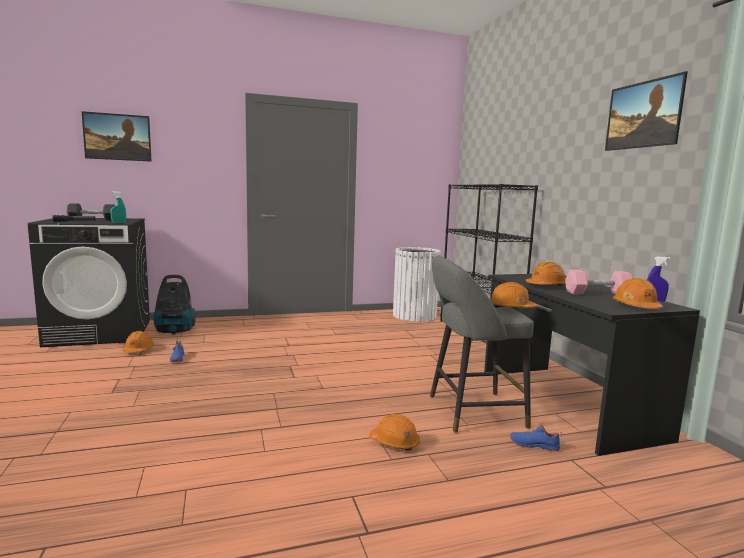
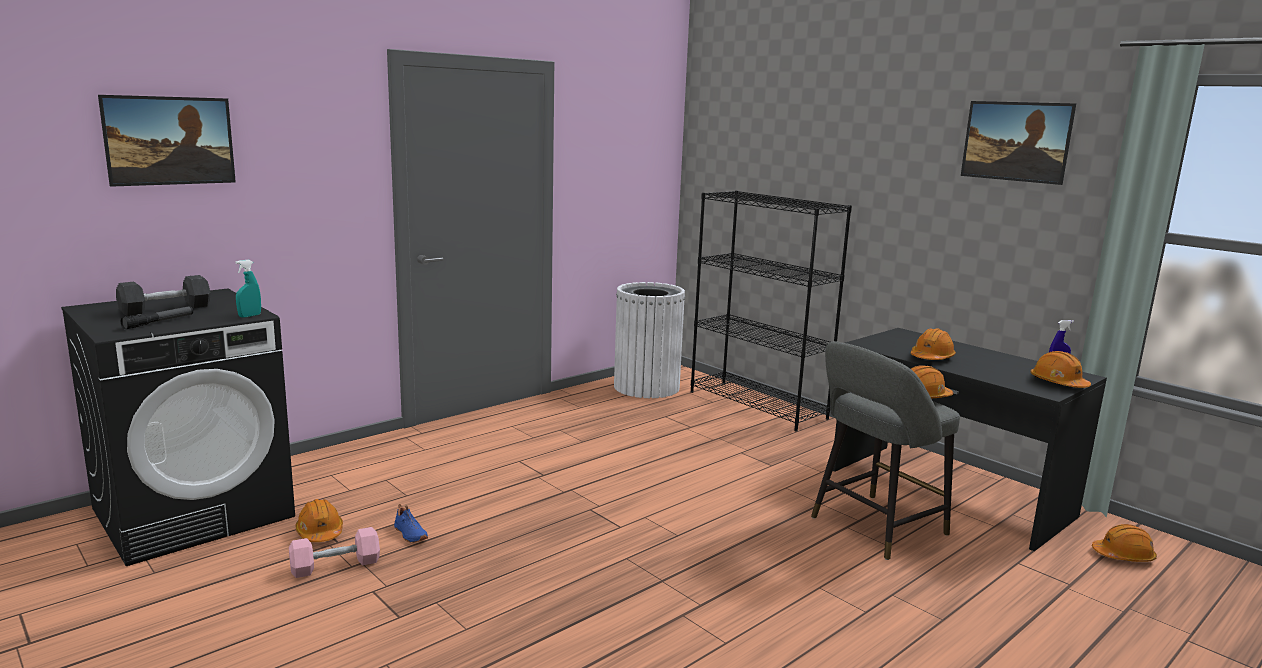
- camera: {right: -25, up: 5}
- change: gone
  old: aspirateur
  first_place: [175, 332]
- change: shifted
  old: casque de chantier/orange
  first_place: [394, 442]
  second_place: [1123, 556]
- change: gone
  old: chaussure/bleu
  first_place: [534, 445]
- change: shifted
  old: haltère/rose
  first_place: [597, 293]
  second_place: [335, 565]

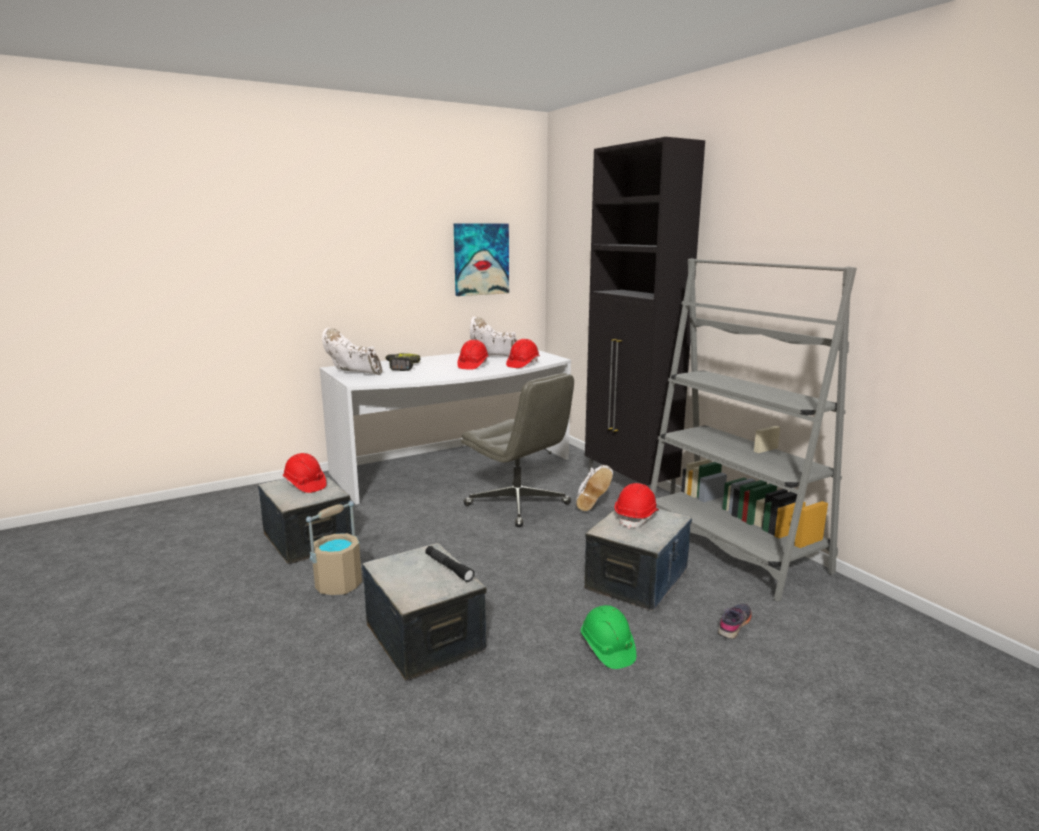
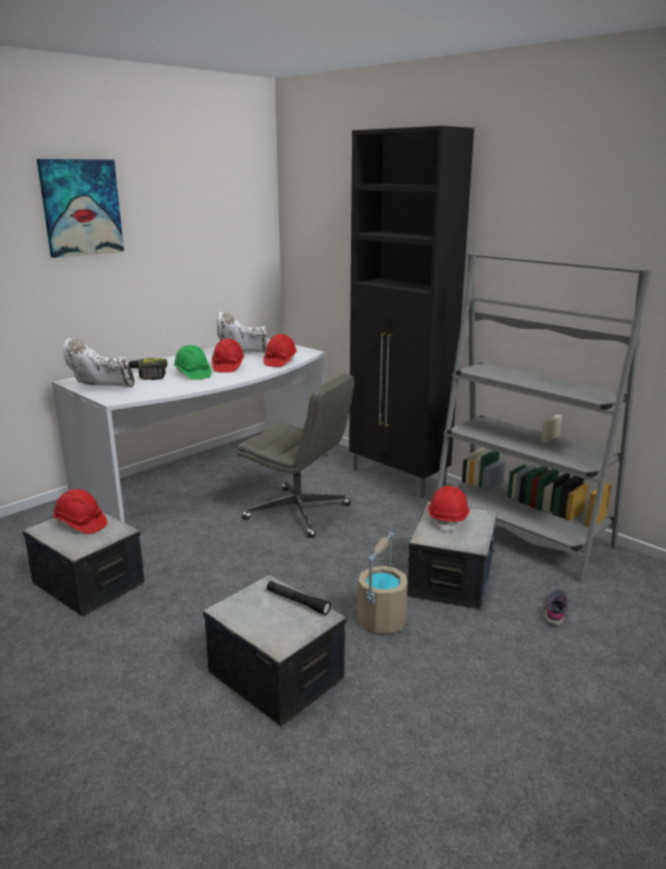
- camera: {right: -15, up: 5}
- change: shifted
  old: seau/beige
  first_place: [339, 584]
  second_place: [381, 620]
- change: shifted
  old: tableau
  first_place: [481, 259]
  second_place: [81, 207]
- change: gone
  old: botte/blanc
  first_place: [590, 505]
- change: shifted
  old: casque de chantier/vert
  first_place: [607, 649]
  second_place: [192, 374]

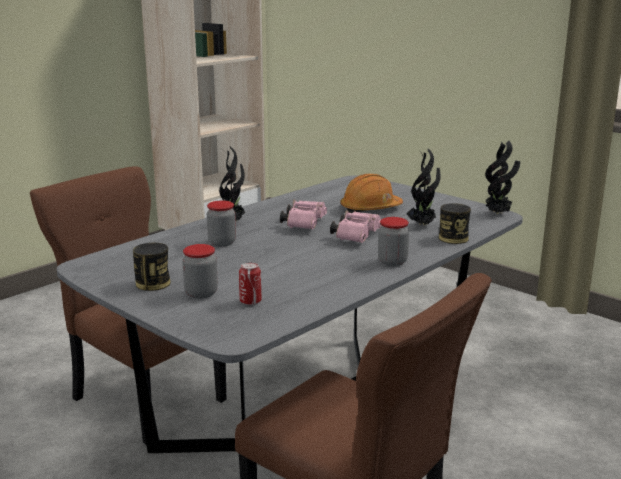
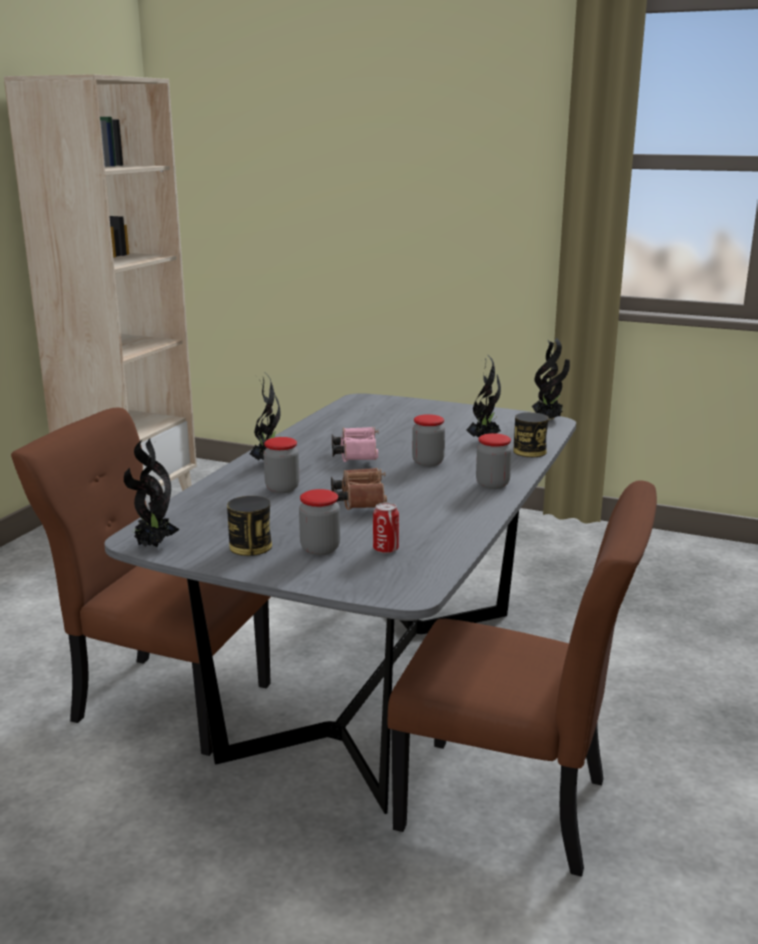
- camera: {right: -20, up: 0}
- change: swapped
  old: jumelles/rose
  new: bocal
  first_place: [357, 236]
  second_place: [428, 462]
- change: gone
  old: casque de chantier/orange
  first_place: [370, 208]
- change: new
  new: plante en pot
  second_place: [153, 545]
- change: new
  new: jumelles/marron
  second_place: [359, 501]

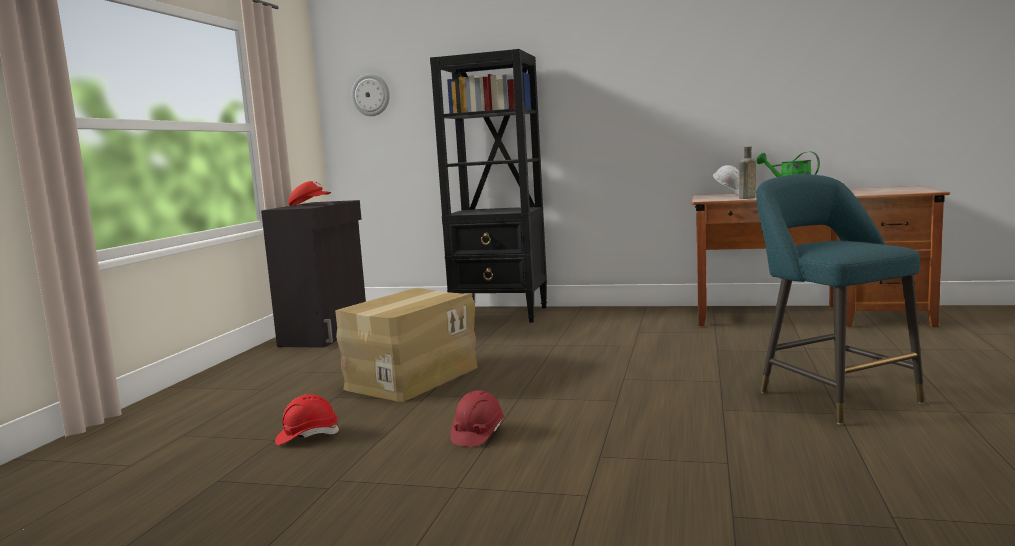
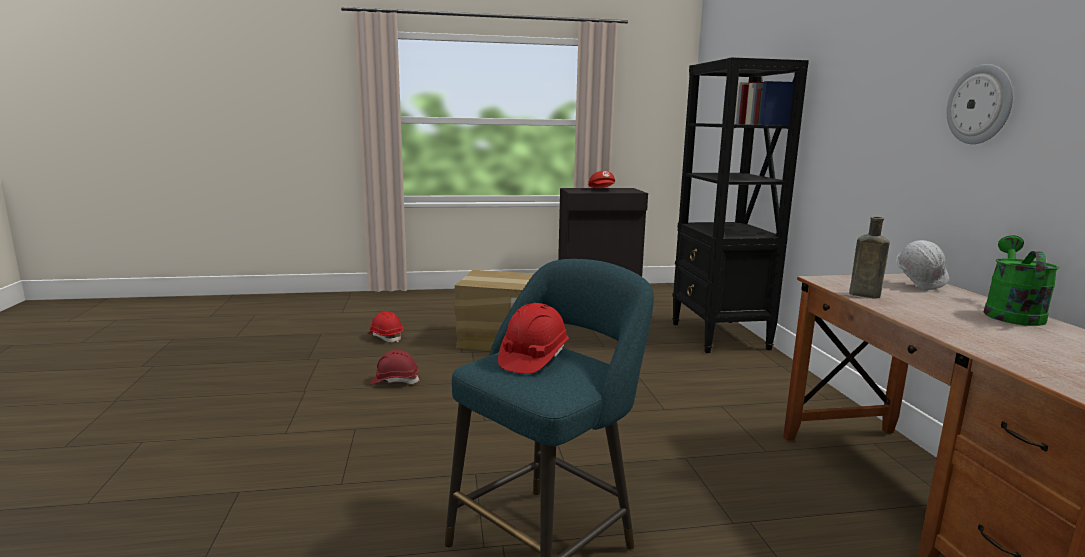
- camera: {right: 65, up: 5}
- change: shifted
  old: horloge murale
  first_place: [371, 95]
  second_place: [980, 104]
- change: new
  new: casque de chantier/rouge
  second_place: [533, 358]

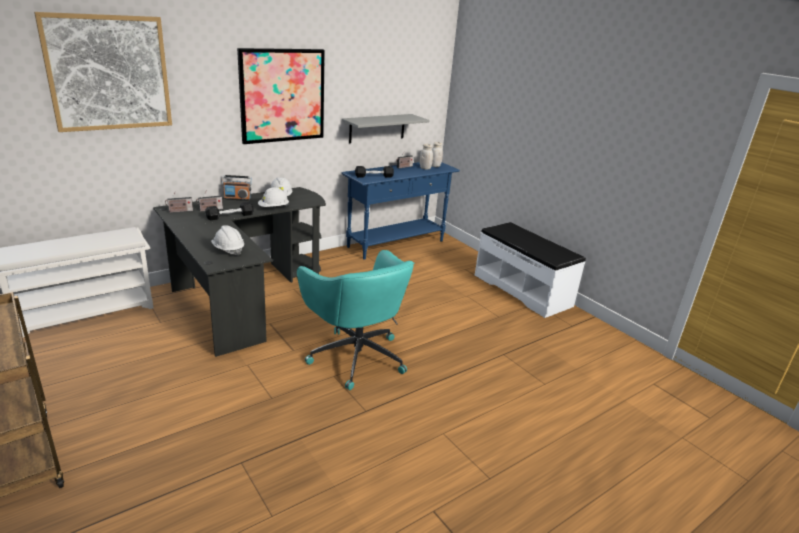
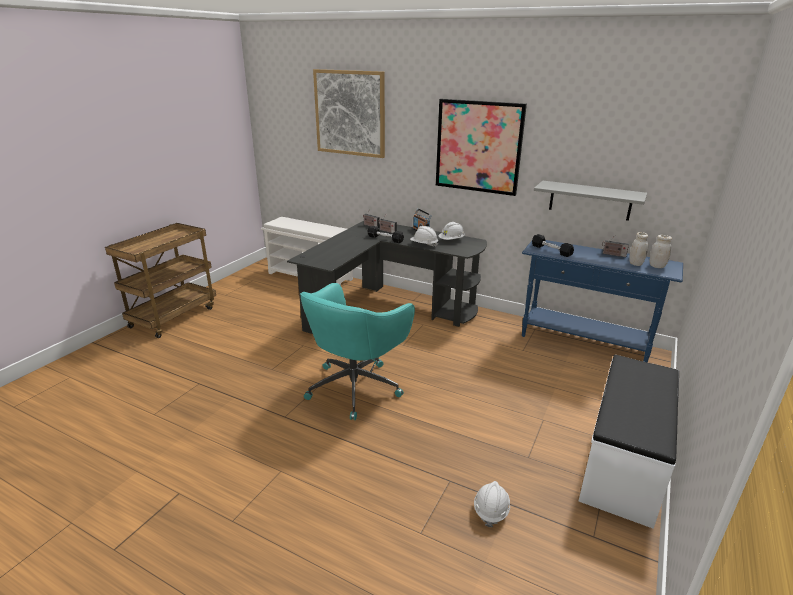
- camera: {right: 65, up: 0}
- change: shifted
  old: casque de chantier/blanc
  first_place: [228, 250]
  second_place: [491, 510]

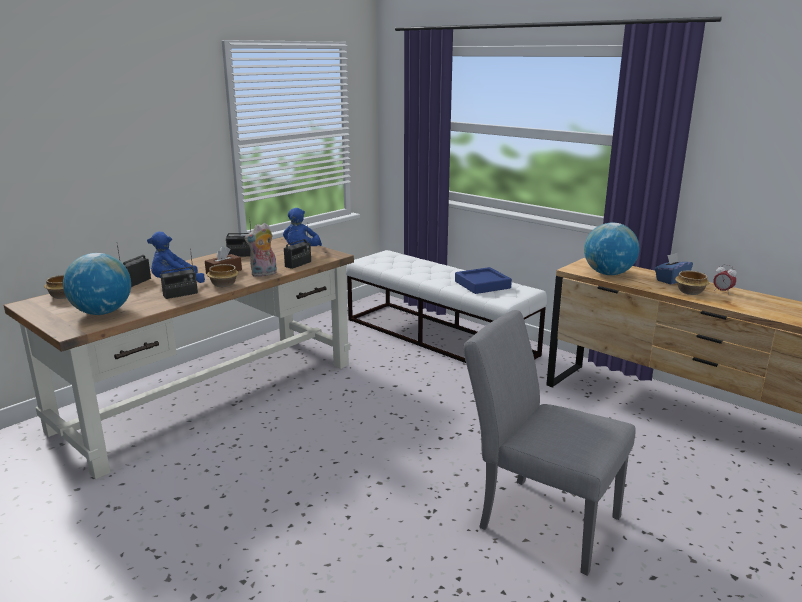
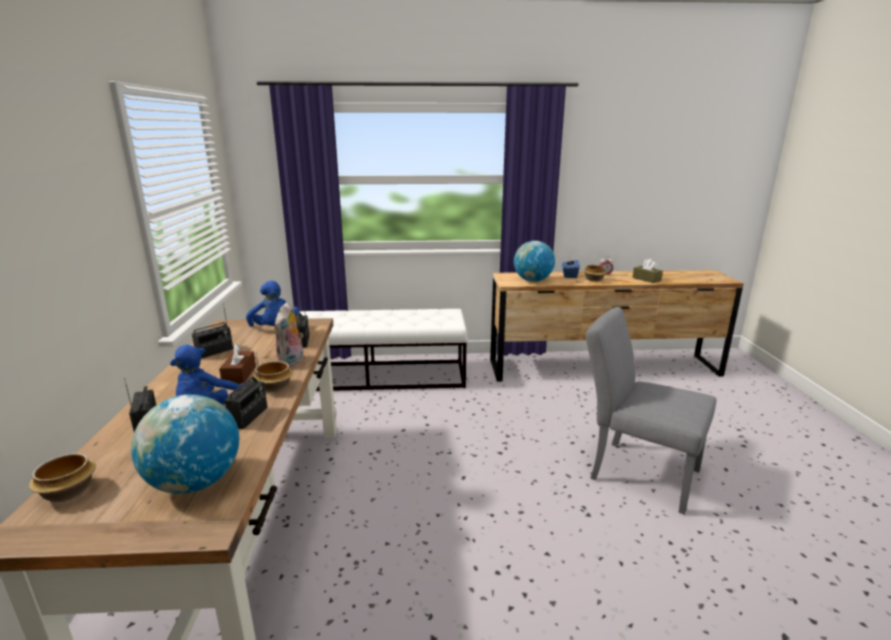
- camera: {right: -45, up: 0}
- change: gone
  old: plateau/bleu
  first_place: [482, 285]
- change: rotated
  old: chaise/gris
  first_place: [539, 518]
  second_place: [635, 471]
  degrees: 45
- change: new
  new: boîte à mouchoirs/marron
  second_place: [646, 279]

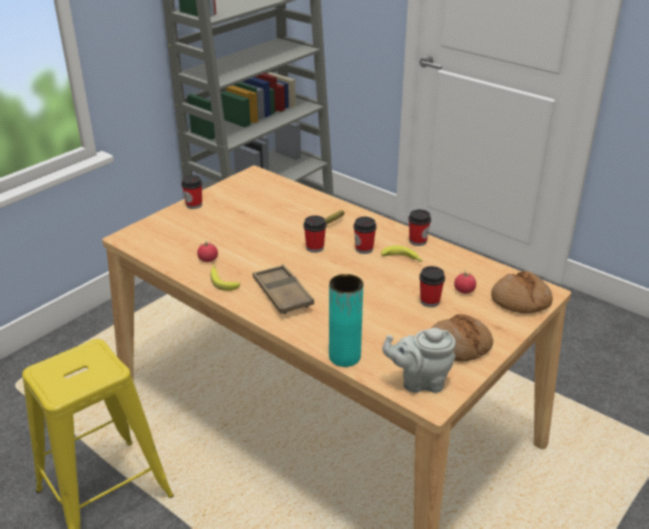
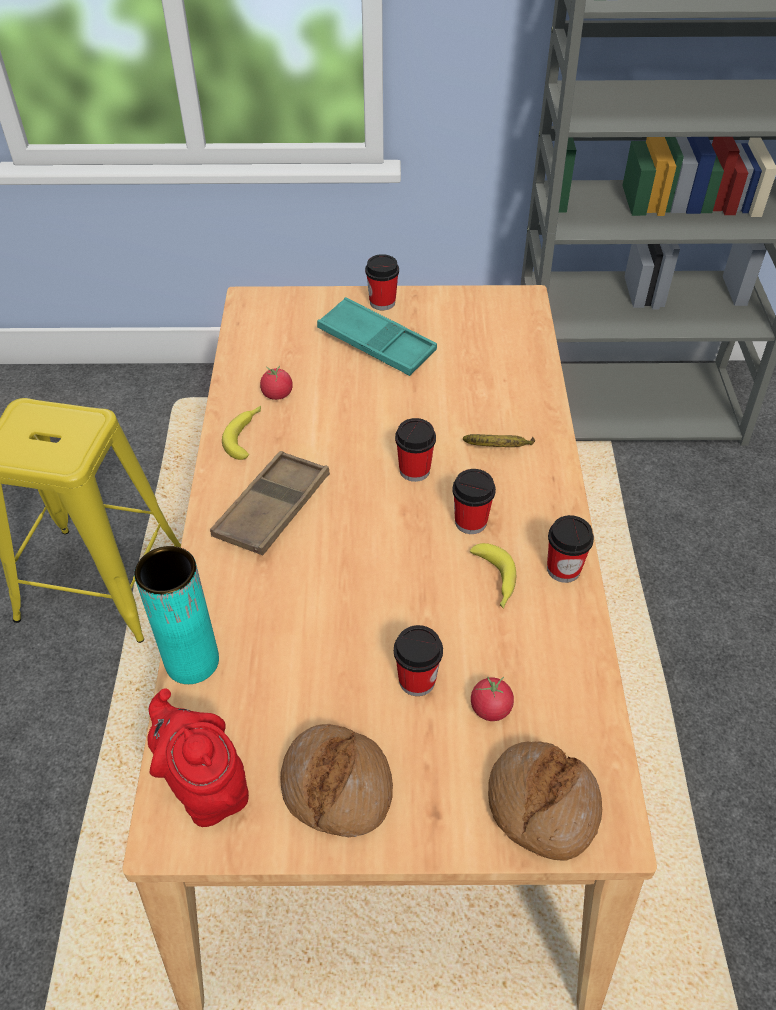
- camera: {right: 50, up: 15}
- change: repainted
  old: théière/gris
  new: théière/rouge
  first_place: [420, 381]
  second_place: [206, 786]
- change: new
  new: plateau/turquoise
  second_place: [376, 343]

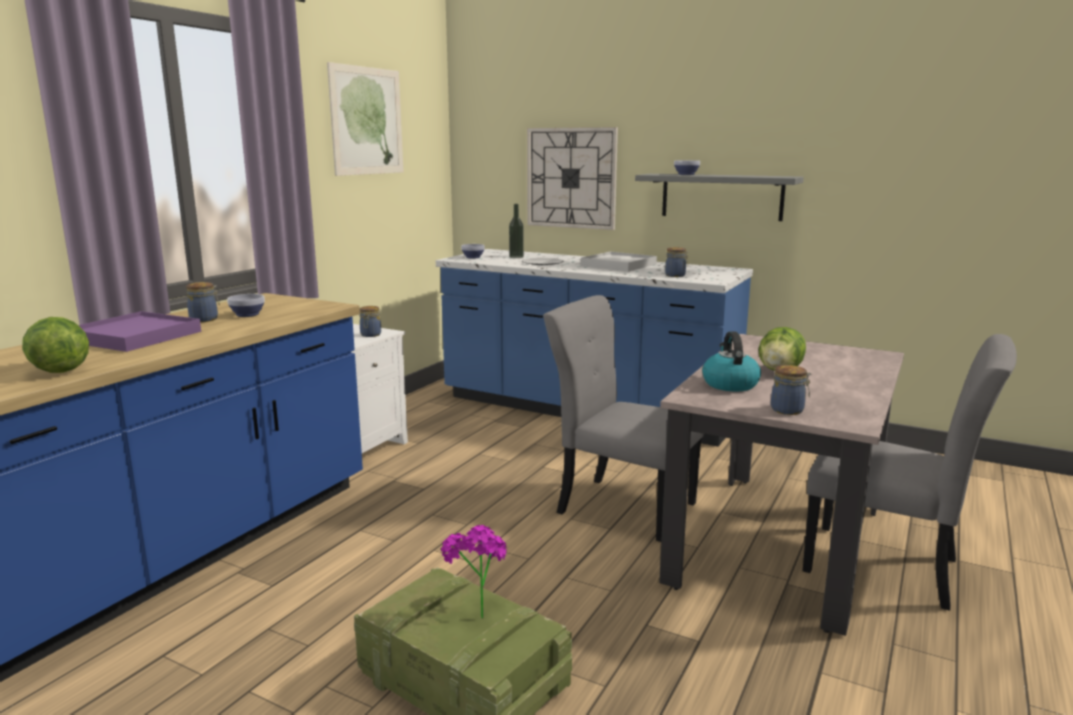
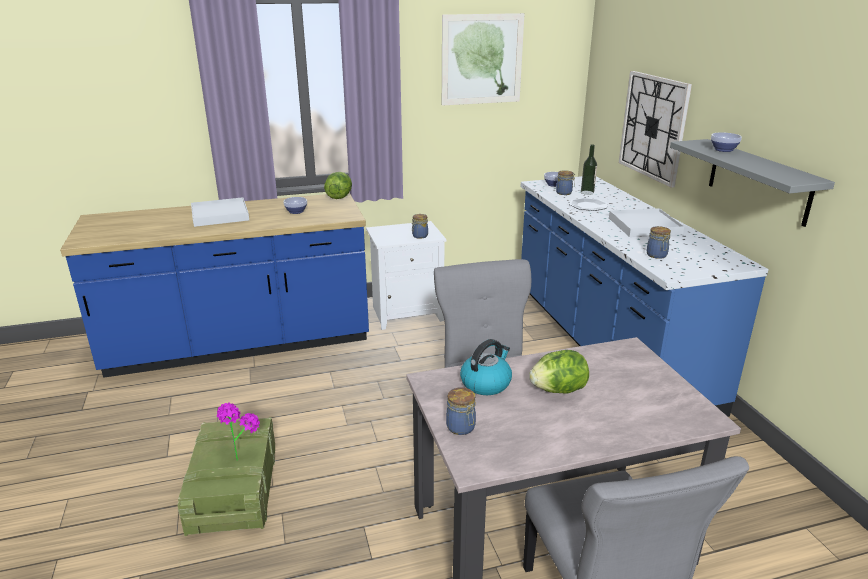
- camera: {right: 45, up: 10}
- change: shifted
  old: laitue
  first_place: [60, 370]
  second_place: [339, 197]
- change: repainted
  old: plateau/violet
  new: plateau/blanc
  first_place: [134, 336]
  second_place: [220, 215]
- change: shifted
  old: bocal
  first_place: [205, 319]
  second_place: [564, 193]

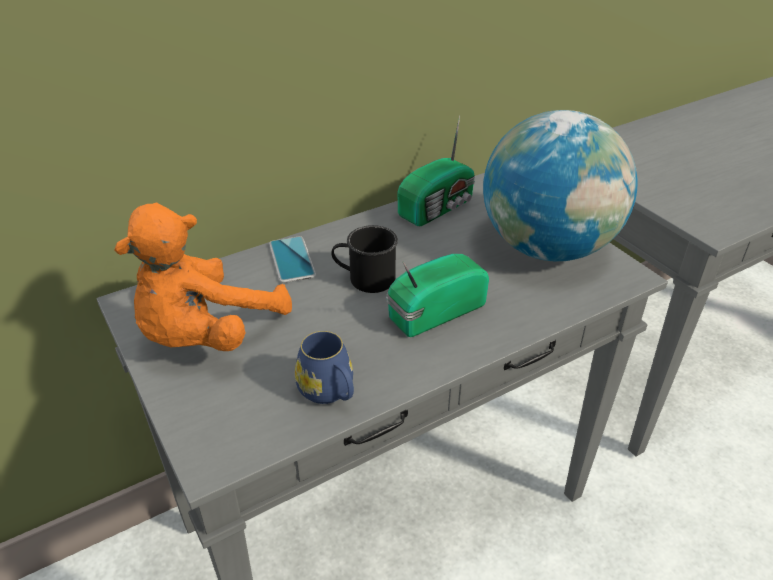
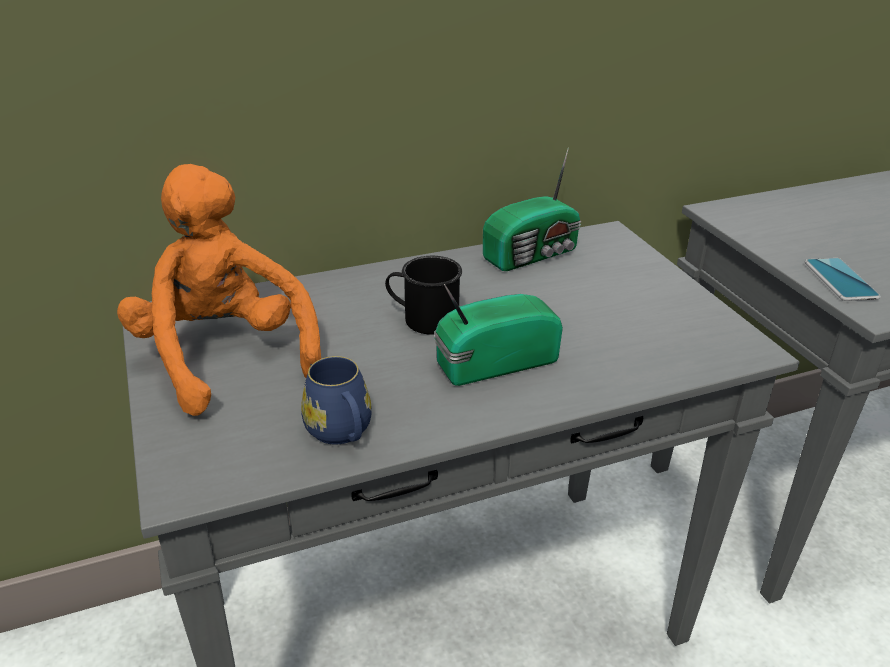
- camera: {right: 10, up: -5}
- change: rotated
  old: peluche/orange
  first_place: [207, 335]
  second_place: [225, 356]
  degrees: 105
- change: shifted
  old: téléphone
  first_place: [292, 260]
  second_place: [840, 280]
- change: gone
  old: globe
  first_place: [548, 248]

